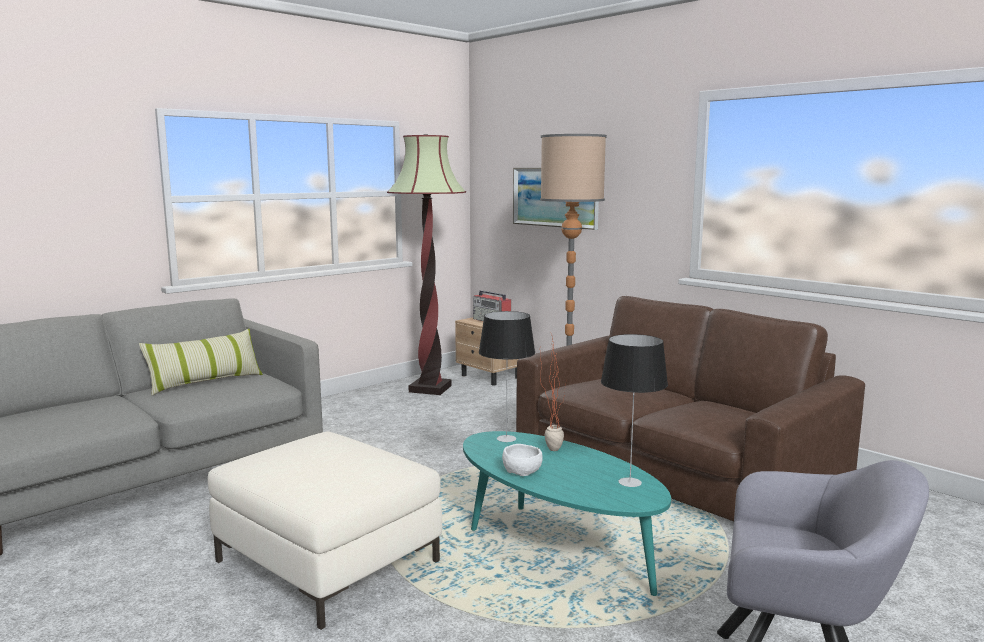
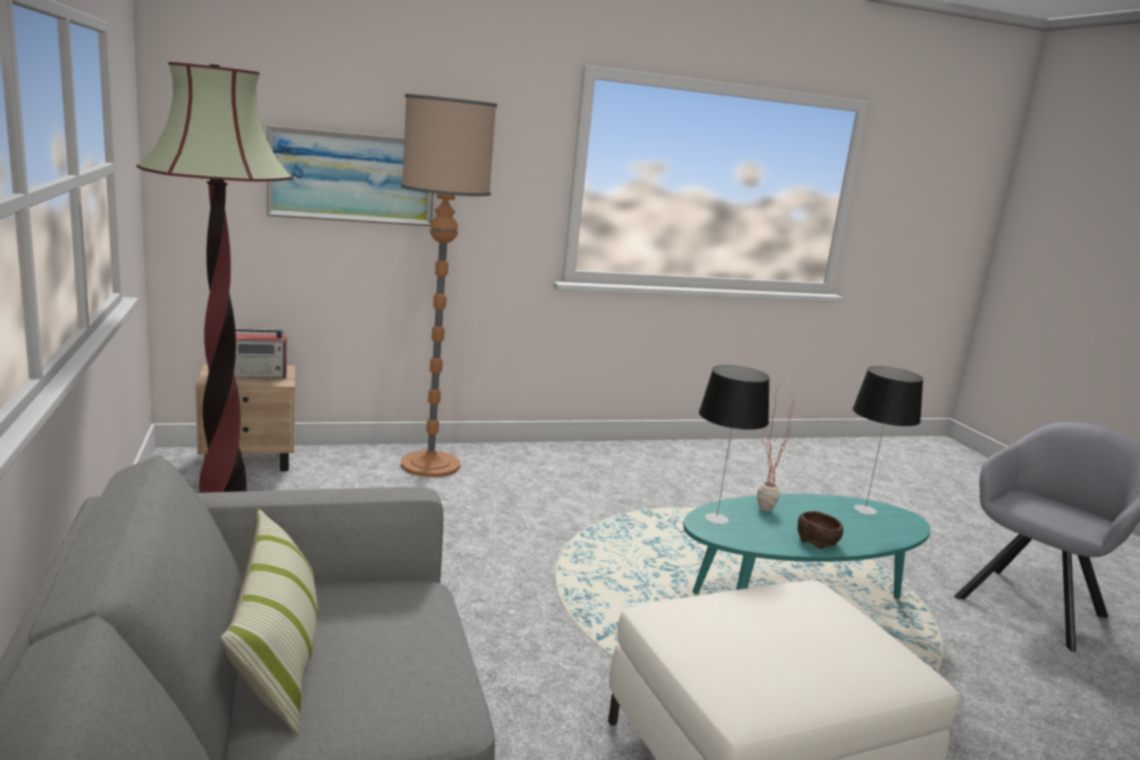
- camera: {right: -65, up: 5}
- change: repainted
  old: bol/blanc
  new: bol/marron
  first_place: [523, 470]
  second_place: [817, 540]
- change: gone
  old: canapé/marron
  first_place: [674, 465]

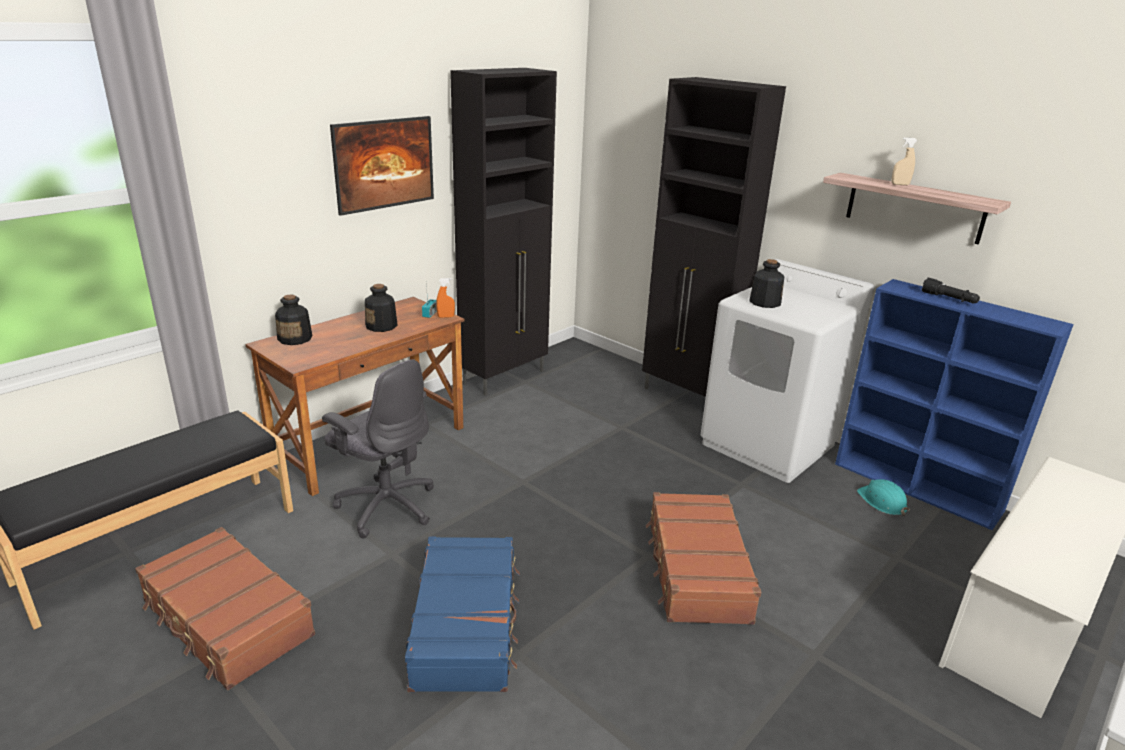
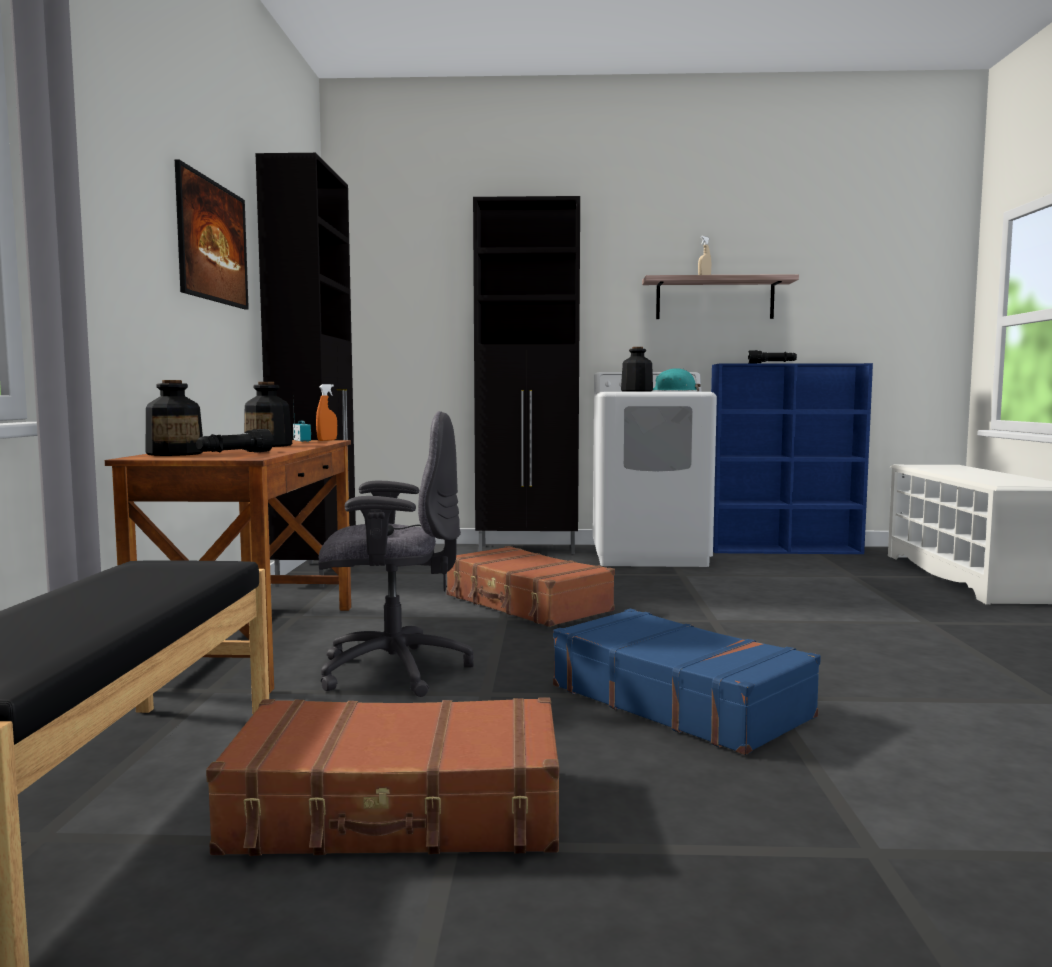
- camera: {right: -40, up: -20}
- change: shifted
  old: valise/marron
  first_place: [696, 569]
  second_place: [526, 604]
- change: shifted
  old: casque de chantier/turquoise
  first_place: [882, 501]
  second_place: [673, 391]
- change: new
  new: lampe de poche/noir
  second_place: [234, 454]

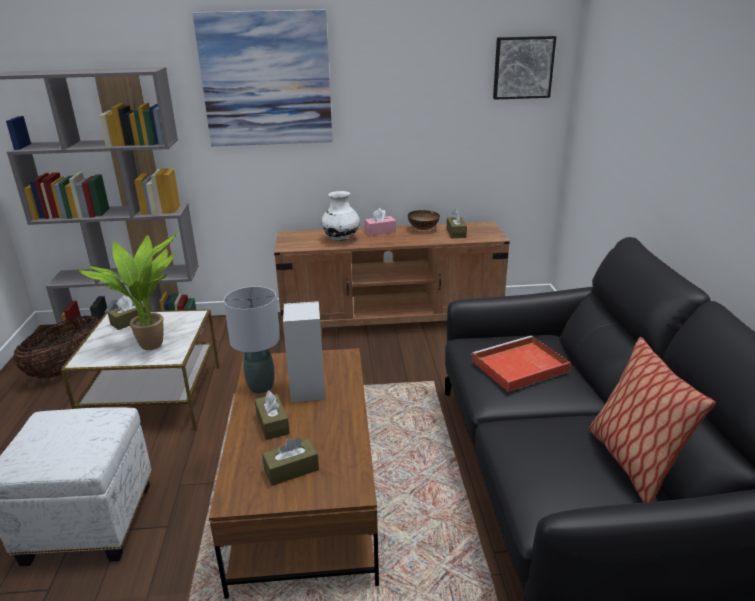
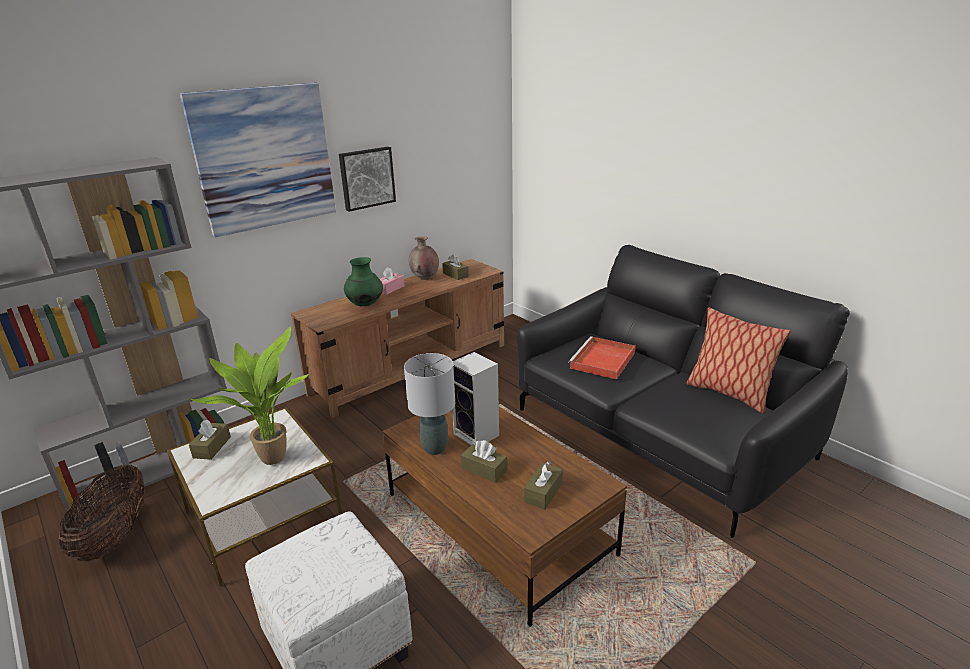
- camera: {right: -35, up: 0}
- change: repainted
  old: vase/blanc
  new: vase/vert
  first_place: [341, 239]
  second_place: [365, 304]
- change: swapped
  old: bol
  new: vase/marron
  first_place: [423, 229]
  second_place: [425, 278]
- change: shifted
  old: tableau
  first_place: [522, 67]
  second_place: [366, 178]

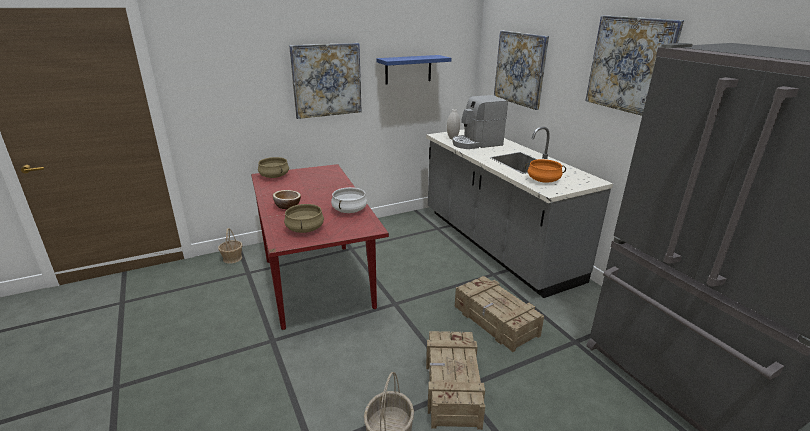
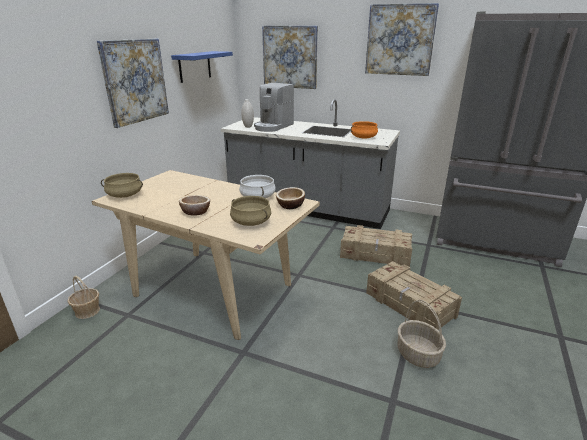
- camera: {right: -40, up: 0}
- change: repainted
  old: table à manger/rouge
  new: table à manger/beige
  first_place: [318, 283]
  second_place: [215, 290]
- change: new
  new: bol
  second_place: [290, 205]

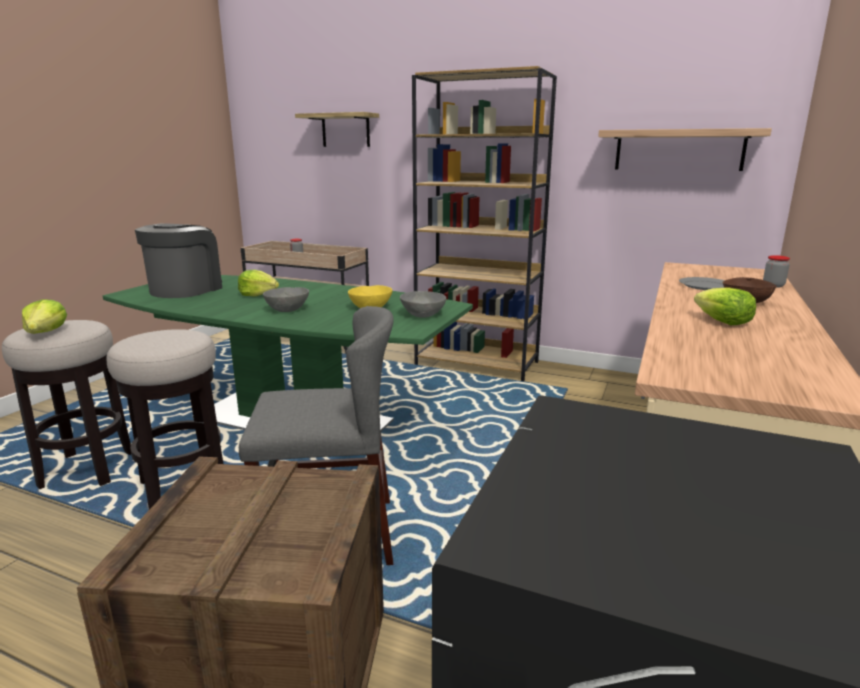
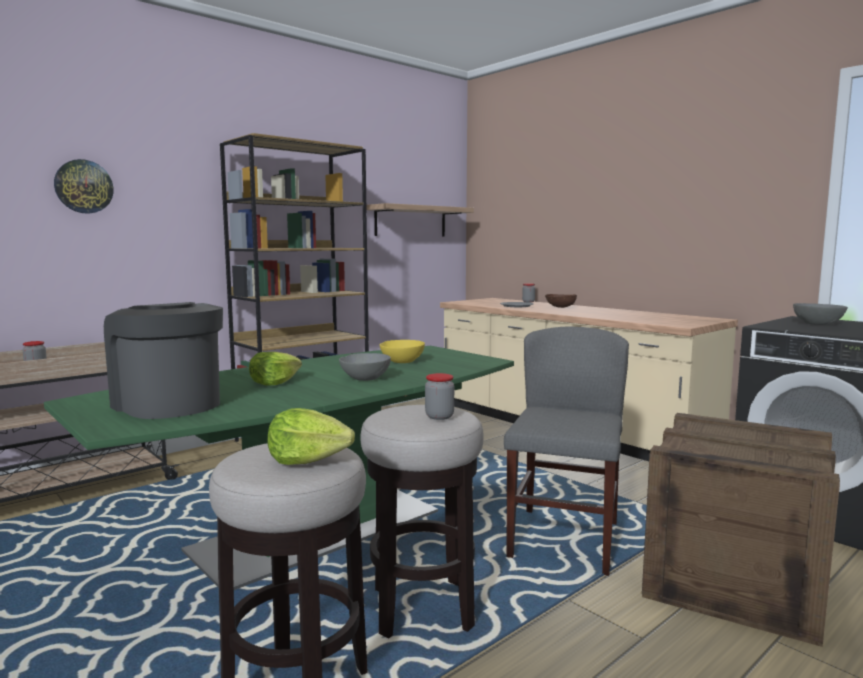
- camera: {right: -65, up: -10}
- change: swapped
  old: étagère
  new: horloge murale
  first_place: [345, 130]
  second_place: [84, 186]
- change: shifted
  old: bol/gris
  first_place: [423, 315]
  second_place: [817, 324]
- change: gone
  old: laitue
  first_place: [722, 322]
- change: new
  new: bocal
  second_place: [439, 416]

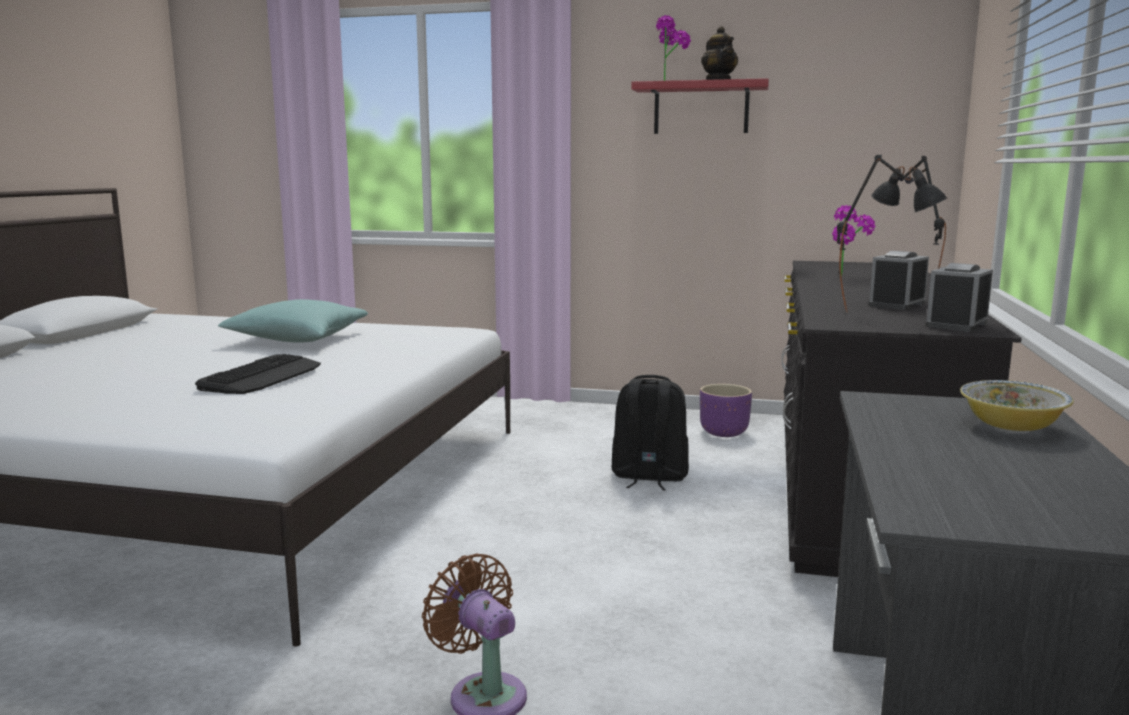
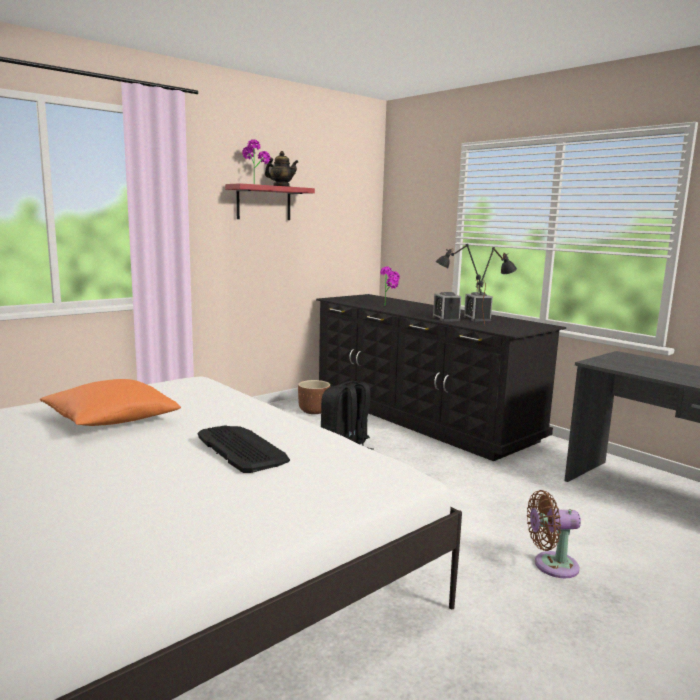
- camera: {right: -55, up: 0}
- change: repainted
  old: coussin/turquoise
  new: coussin/orange
  first_place: [297, 339]
  second_place: [110, 420]
- change: repainted
  old: cache-pot/violet
  new: cache-pot/marron
  first_place: [723, 432]
  second_place: [313, 411]
- change: shifted
  old: réveil
  first_place: [956, 324]
  second_place: [446, 319]
- change: gone
  old: bol
  first_place: [1011, 426]

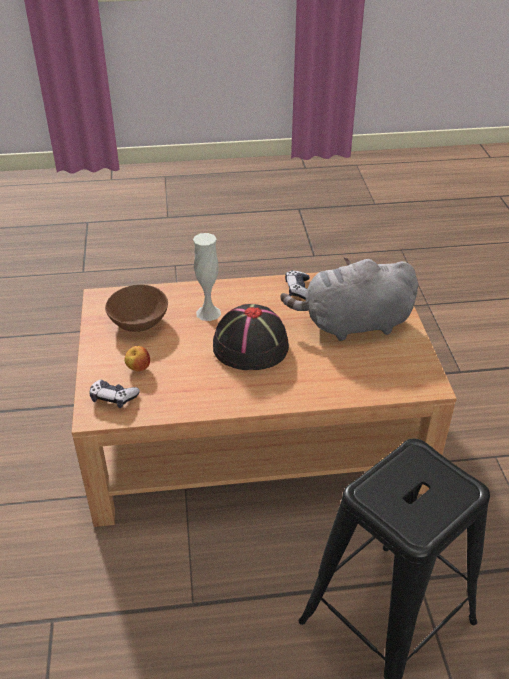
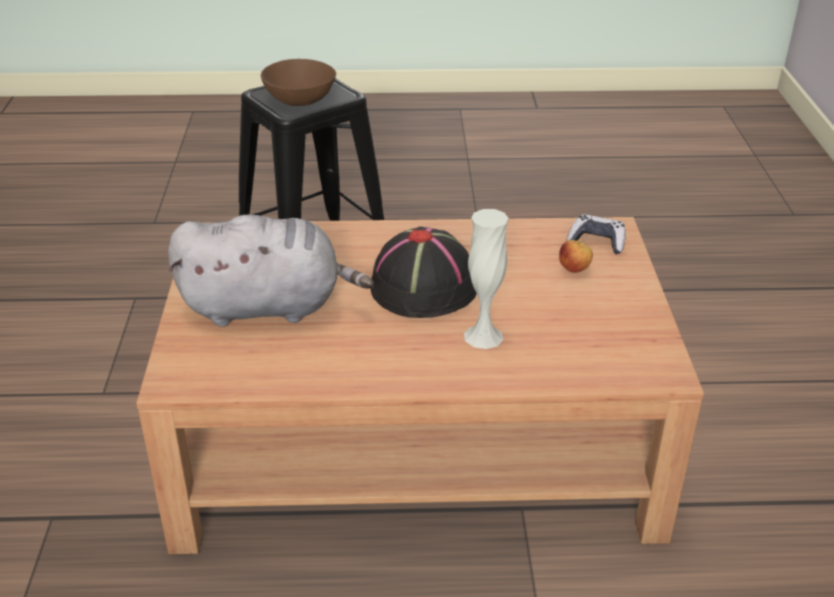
- camera: {right: -175, up: -5}
- change: shifted
  old: bol/marron
  first_place: [140, 321]
  second_place: [299, 99]
- change: gone
  old: manette
  first_place: [299, 290]

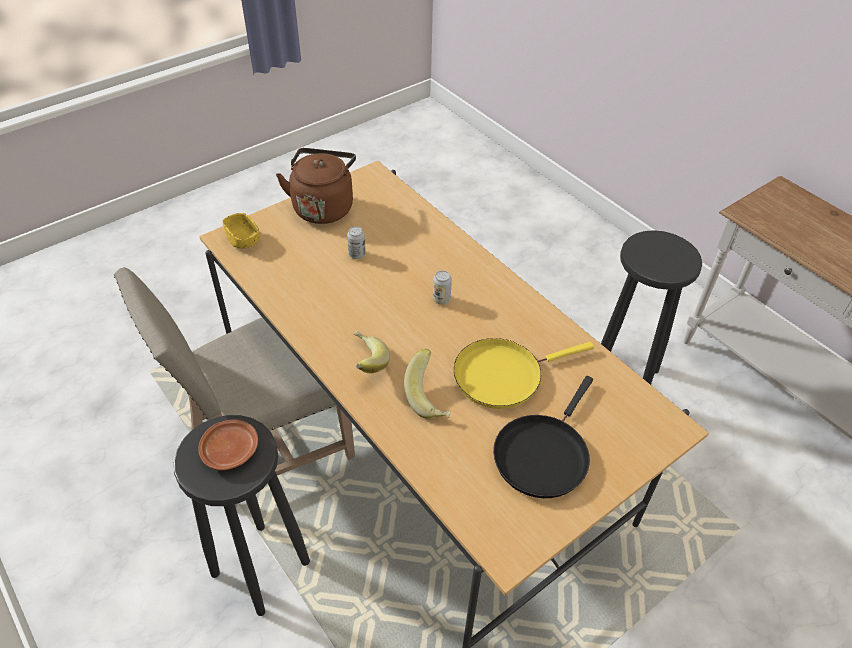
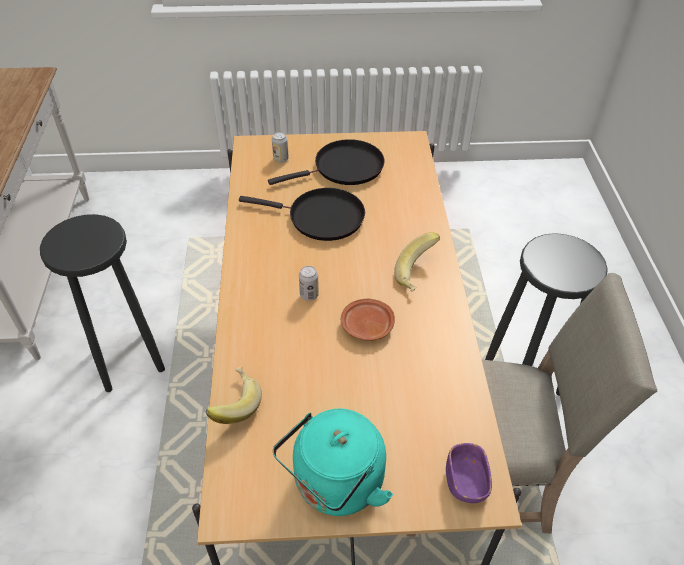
- camera: {right: -145, up: 0}
- change: shifted
  old: assiette/marron
  first_place: [230, 450]
  second_place: [366, 326]
- change: repainted
  old: bol/jaune
  new: bol/violet
  first_place: [243, 240]
  second_place: [466, 482]
- change: repainted
  old: bouilloire/marron
  new: bouilloire/turquoise
  first_place: [323, 206]
  second_place: [335, 485]
- change: shifted
  old: boîte métallique
  first_place: [357, 254]
  second_place: [281, 159]
- change: shifted
  old: banane
  first_place: [430, 397]
  second_place: [233, 405]
- change: repainted
  old: poêle/jaune
  new: poêle/noir
  first_place: [502, 375]
  second_place: [321, 217]

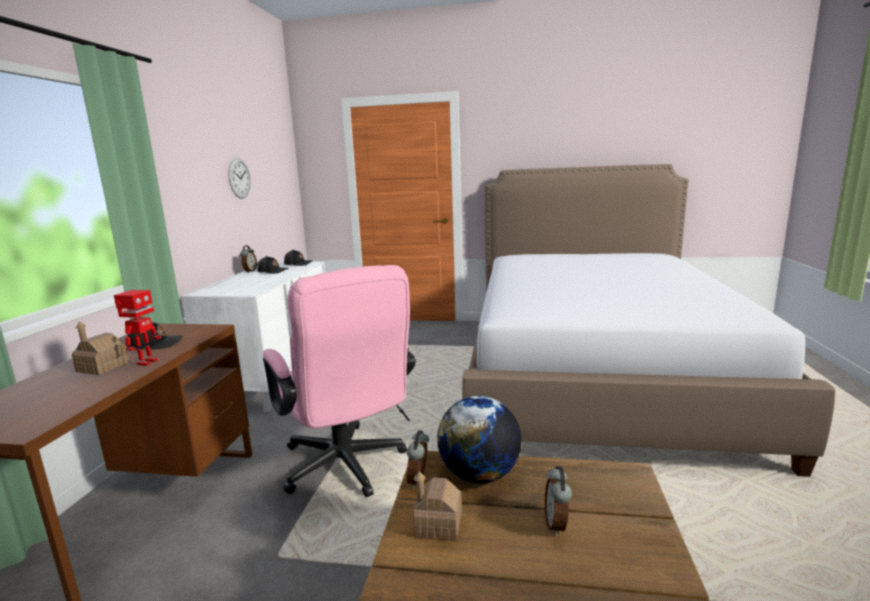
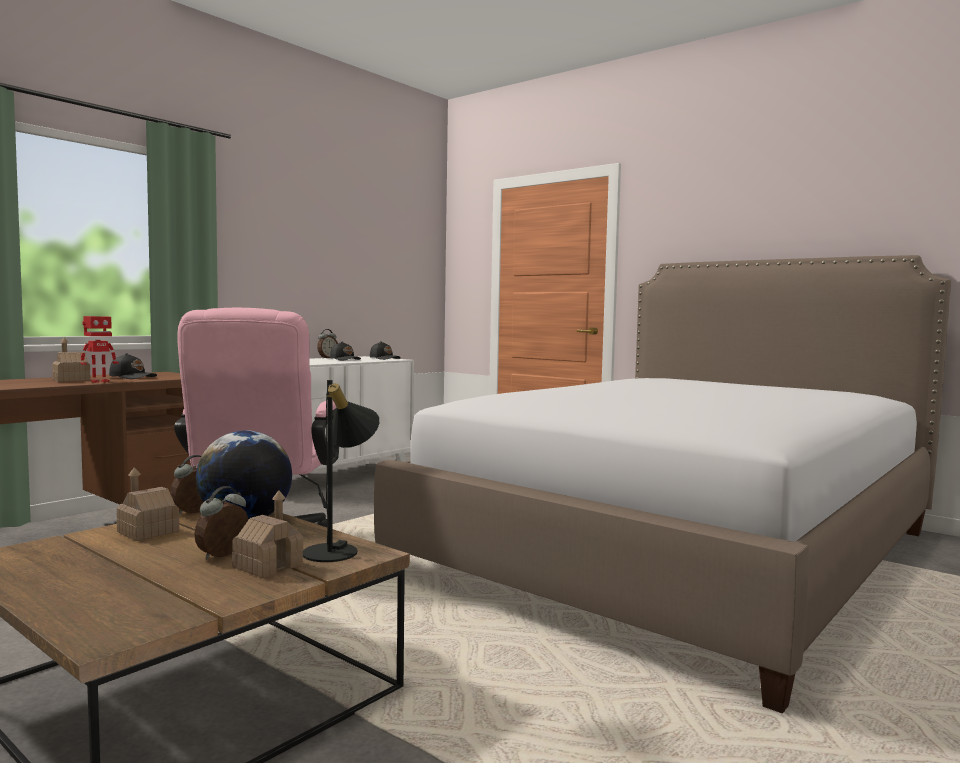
- camera: {right: 30, up: -10}
- change: gone
  old: horloge murale
  first_place: [239, 178]
- change: new
  new: maison miniature
  second_place: [268, 566]
- change: new
  new: lampe de table/noir
  second_place: [339, 550]

